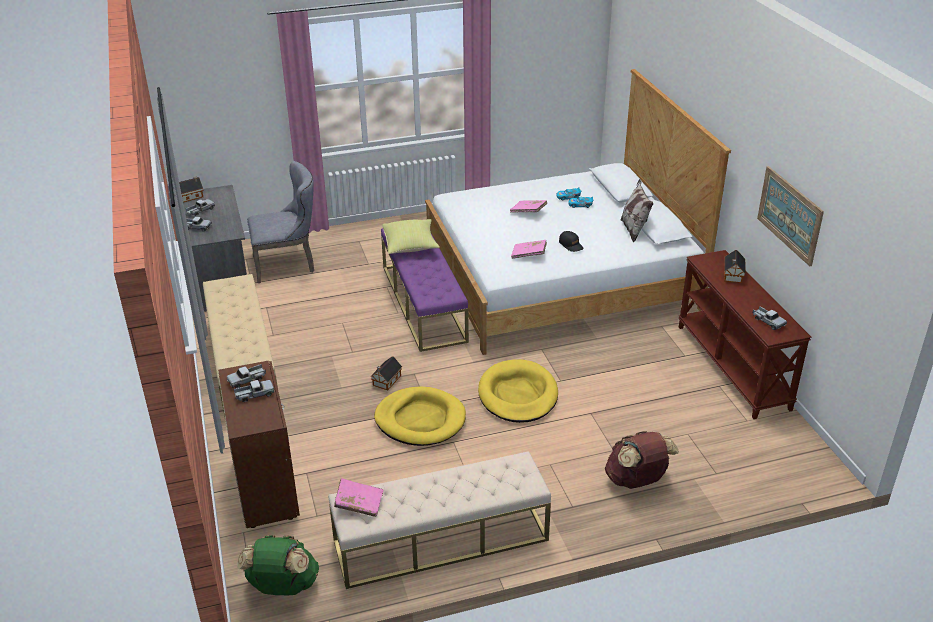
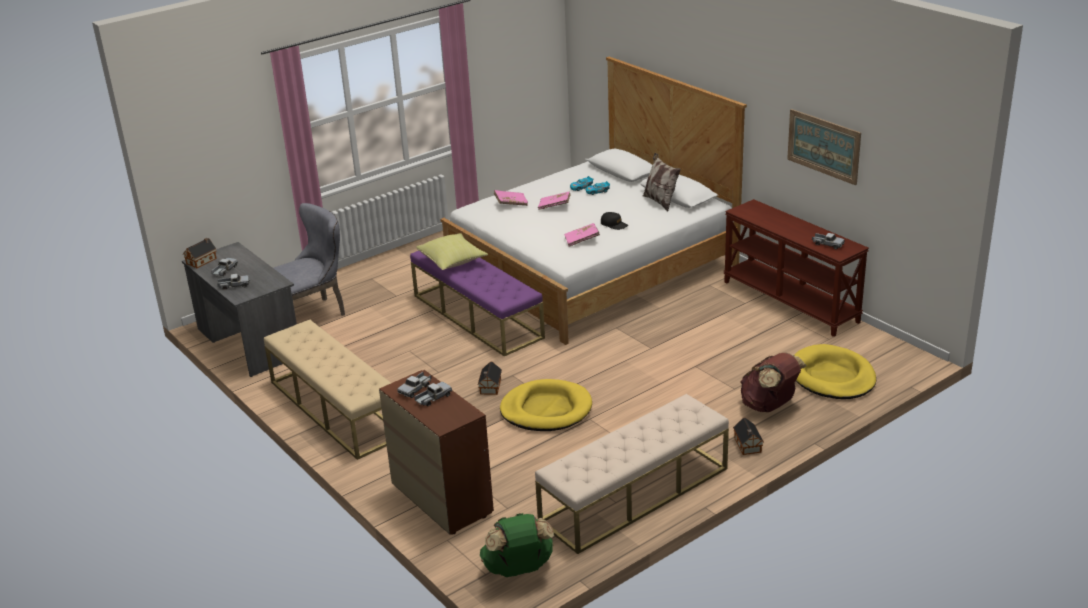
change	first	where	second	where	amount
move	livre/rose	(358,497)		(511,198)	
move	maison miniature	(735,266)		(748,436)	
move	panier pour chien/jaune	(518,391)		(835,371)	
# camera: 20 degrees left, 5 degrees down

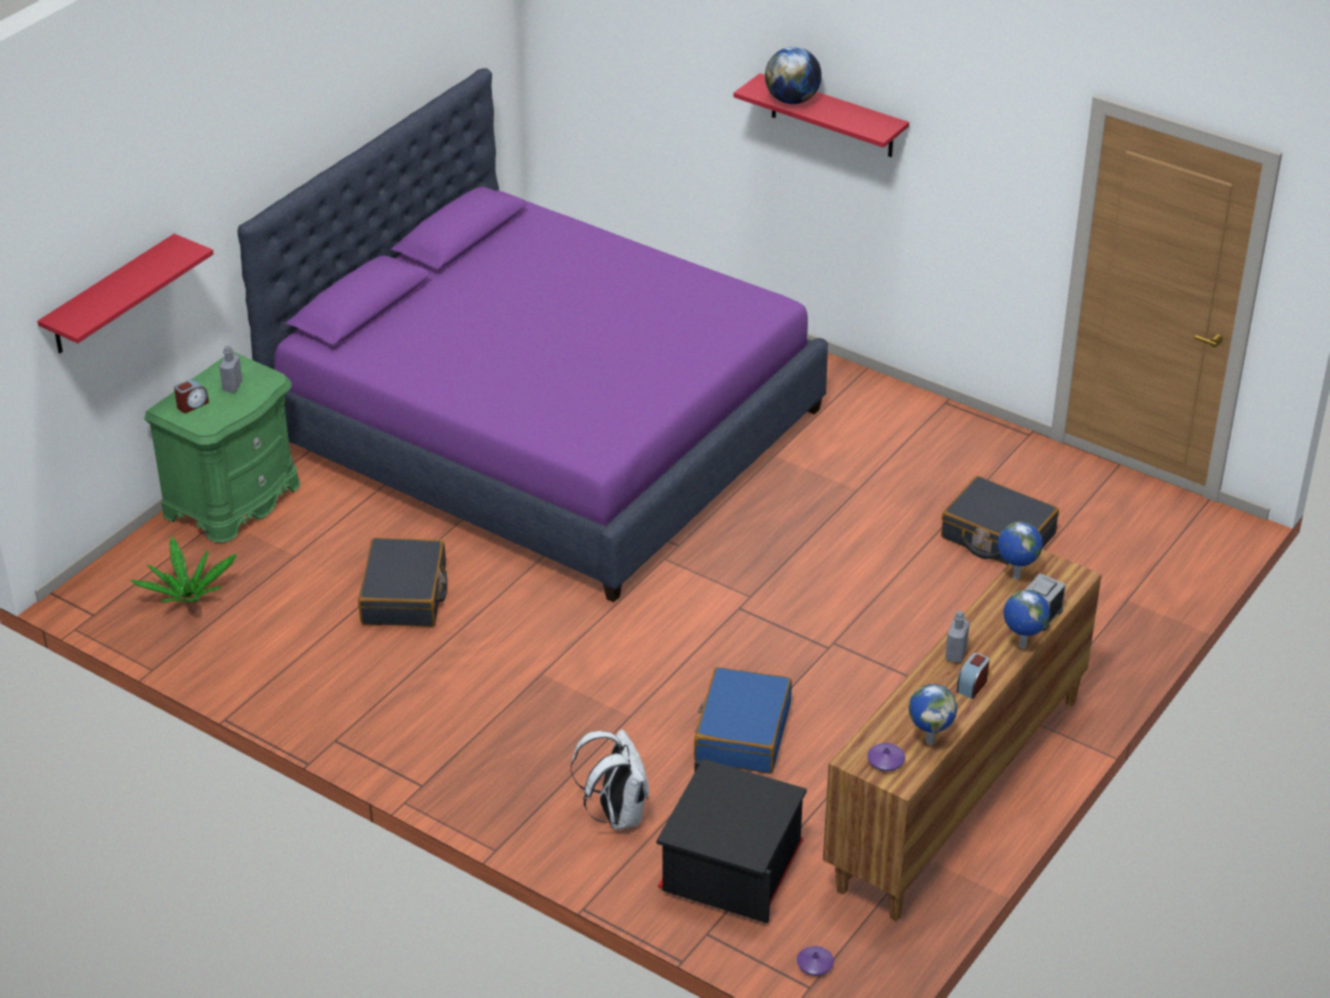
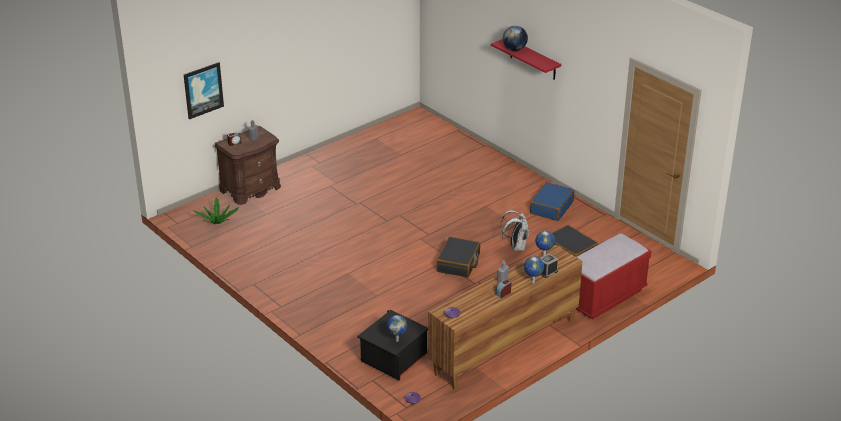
change	first	where	second	where	amount
replace	étagère/rouge	(125,293)	tableau	(204,90)	
recolor	table de chevet/vert	(222,447)	table de chevet/marron	(247,165)	
move	globe	(933,714)		(397,328)	
move	valise/noir	(402,582)		(458,257)	
move	sac à dos/blanc	(610,779)		(514,230)	
move	valise/bleu	(743,720)		(552,201)	
insert			banc/rouge	(613,276)	
delete	lit/violet	(532,335)			
# camera: 15 degrees right, 5 degrees down

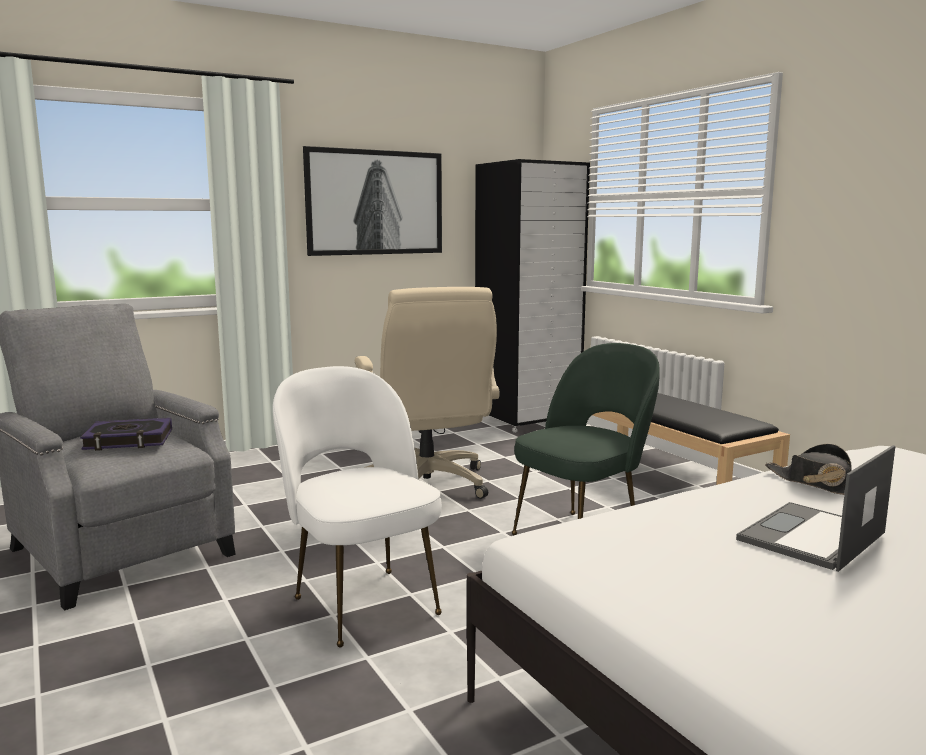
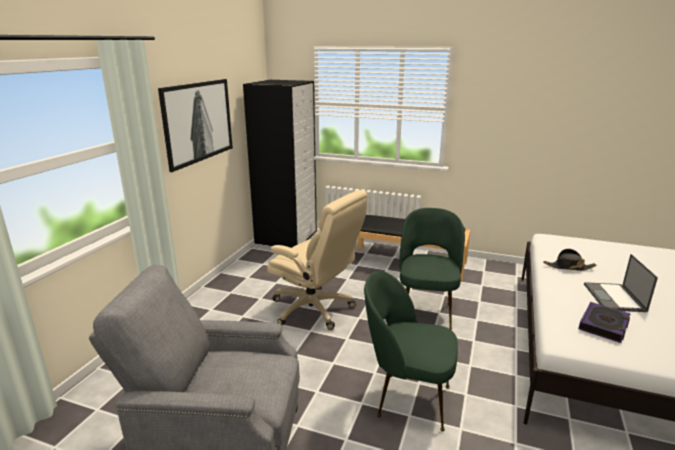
change	first	where	second	where	amount
recolor	chaise/blanc	(357,506)	chaise/vert	(411,351)	
move	livre	(126,434)		(604,322)	
# camera: 40 degrees left, 10 degrees up

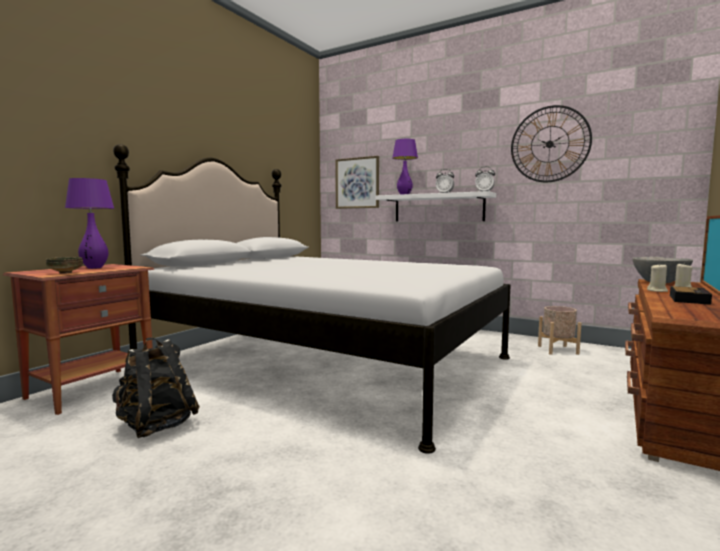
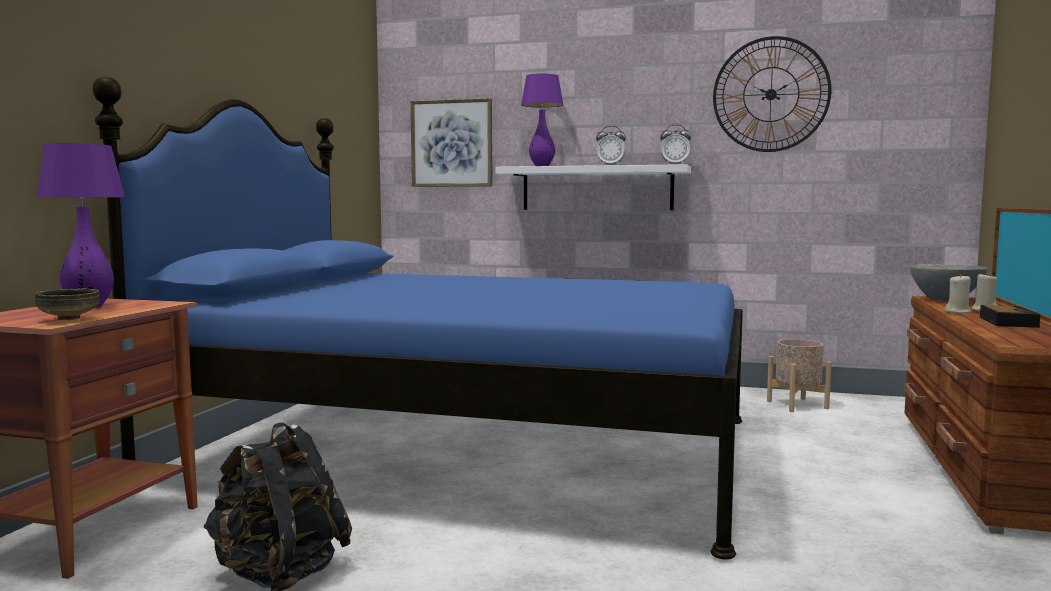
change	first	where	second	where	amount
recolor	lit/blanc	(312,299)	lit/bleu	(418,318)	
# camera: 15 degrees left, 0 degrees up

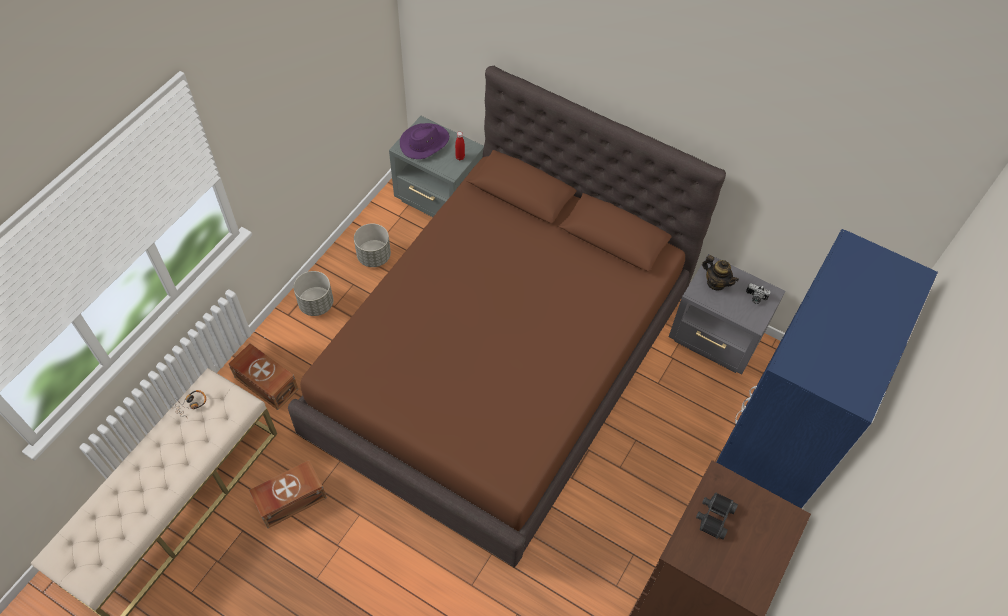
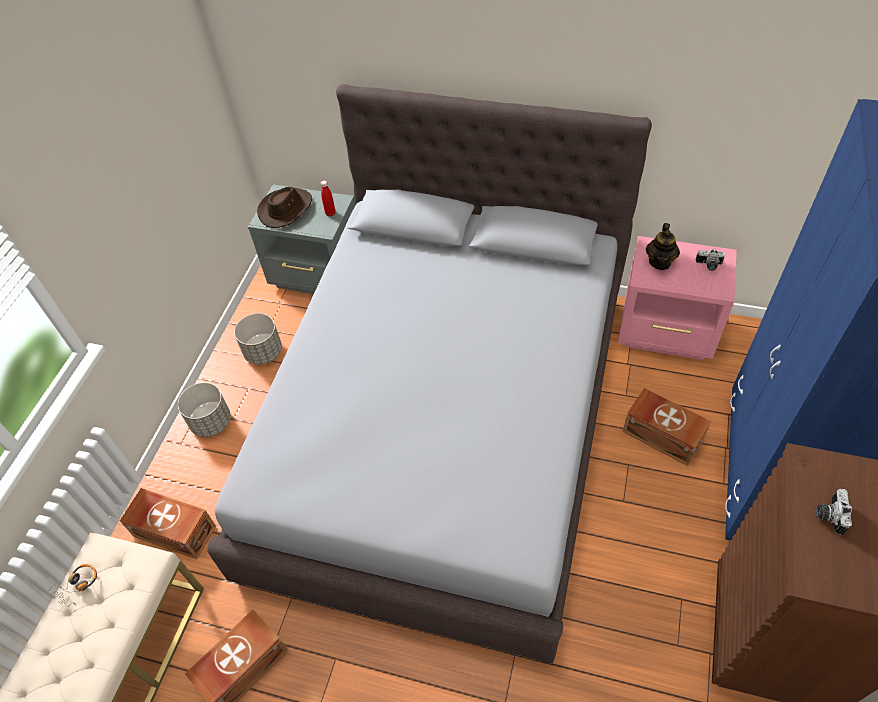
change	first	where	second	where	amount
recolor	lit/marron	(507,317)	lit/gris	(429,373)	
recolor	chapeau/violet	(424,141)	chapeau/marron	(284,207)	
recolor	table de chevet/gris	(727,314)	table de chevet/rose	(677,298)	
insert			boîte de rangement/marron	(667,427)	
rotate	théière	(720,272)		(663,246)	75 degrees clockwise
replace	jumelles/noir	(717,516)	appareil photo	(834,512)	
# camera: 10 degrees left, 5 degrees down

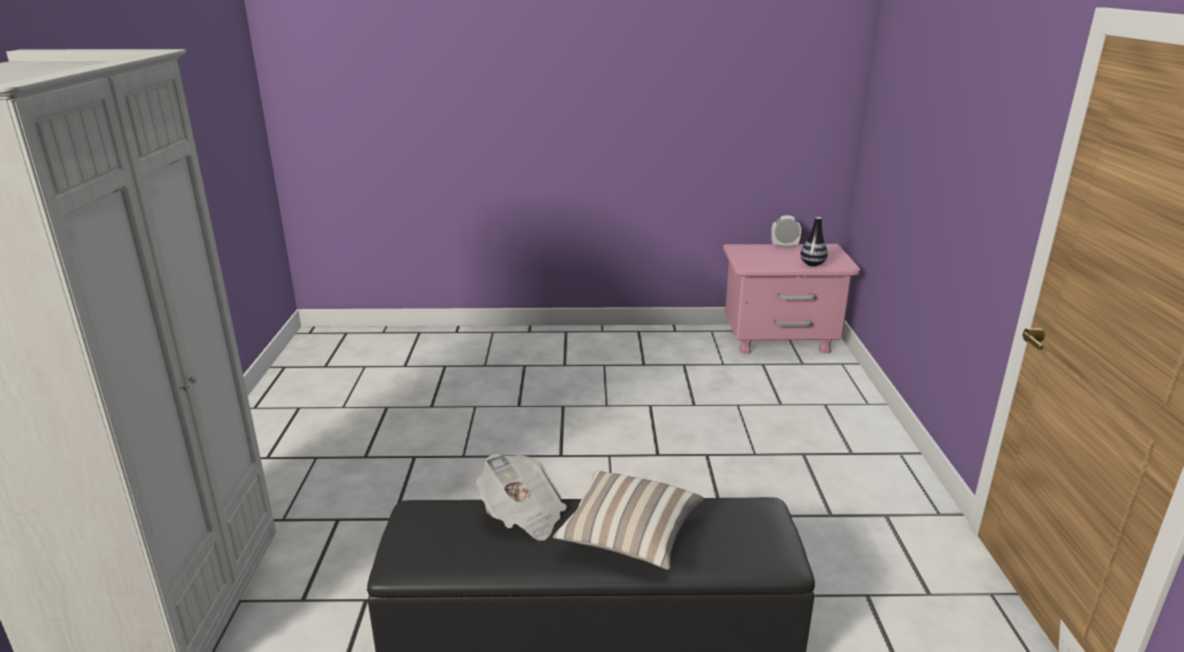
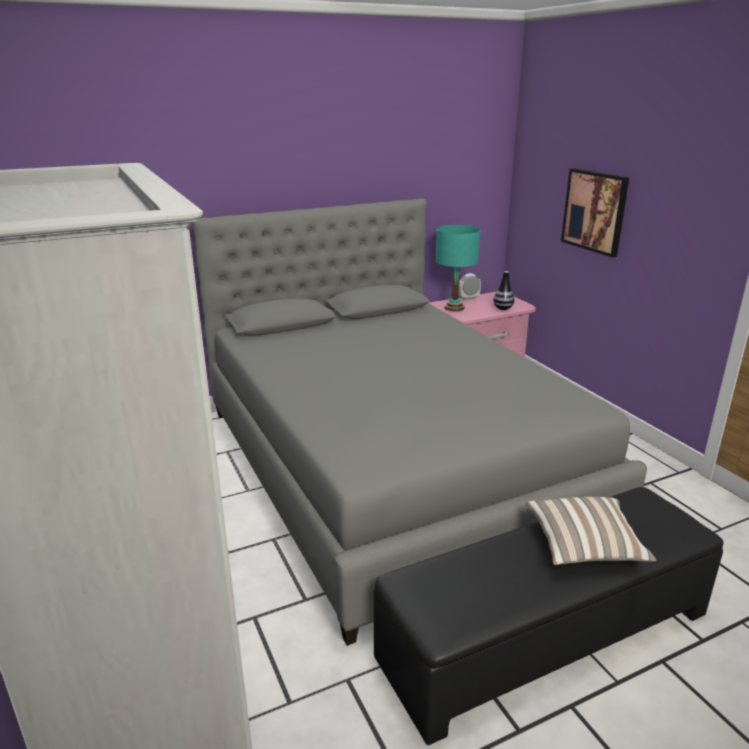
change	first	where	second	where	amount
insert			lit/gris	(419,422)	
insert			lampe de table/turquoise	(458,268)	
insert			tableau	(595,213)	
delete	journal	(521,497)			
# camera: 25 degrees left, 0 degrees up

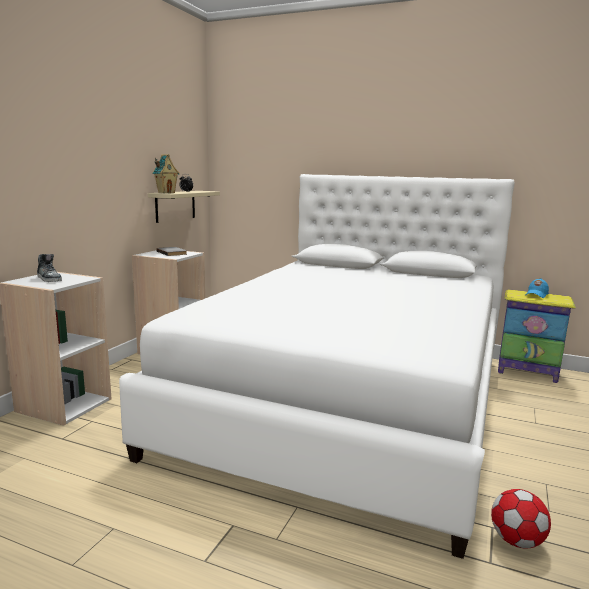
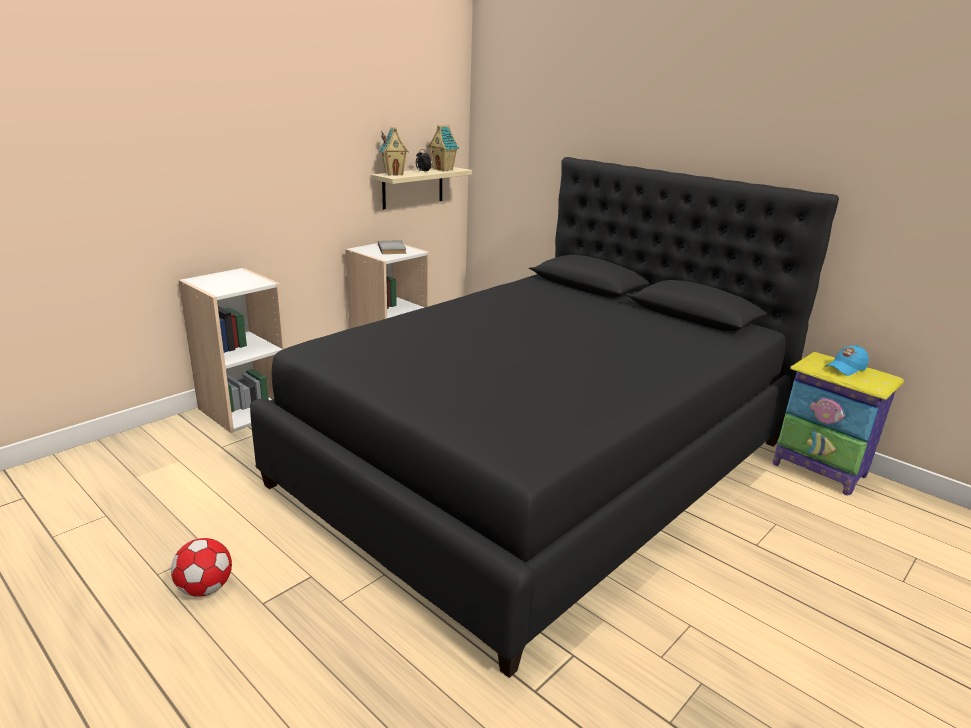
change	first	where	second	where	amount
move	ballon de foot	(521,519)		(201,567)	
recolor	lit/blanc	(317,366)	lit/noir	(544,417)	
insert			maison miniature	(443,148)	
delete	chaussure	(49,268)			
# camera: 20 degrees right, 10 degrees up

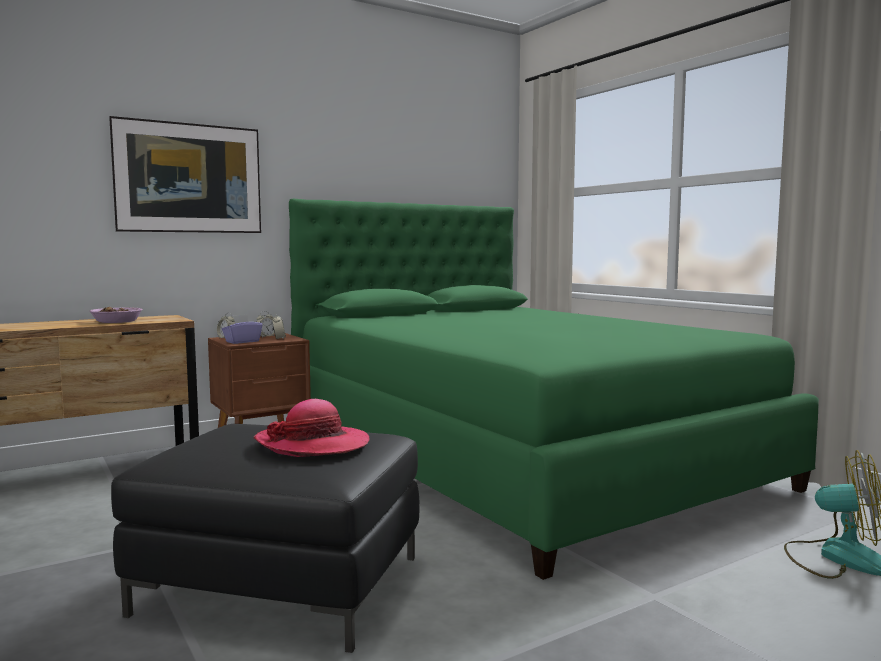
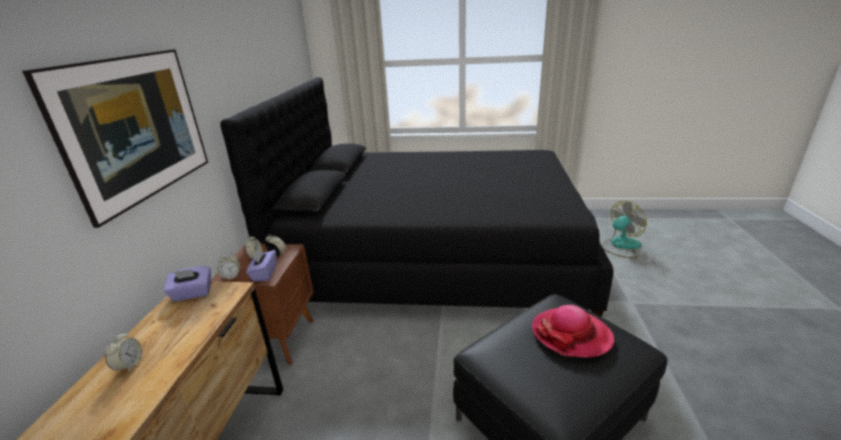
change	first	where	second	where	amount
insert			réveil	(123,352)	
insert			boîte à mouchoirs/violet	(187,283)	
recolor	lit/vert	(554,389)	lit/noir	(417,197)	
delete	bol	(116,315)			
# camera: 50 degrees left, 20 degrees up

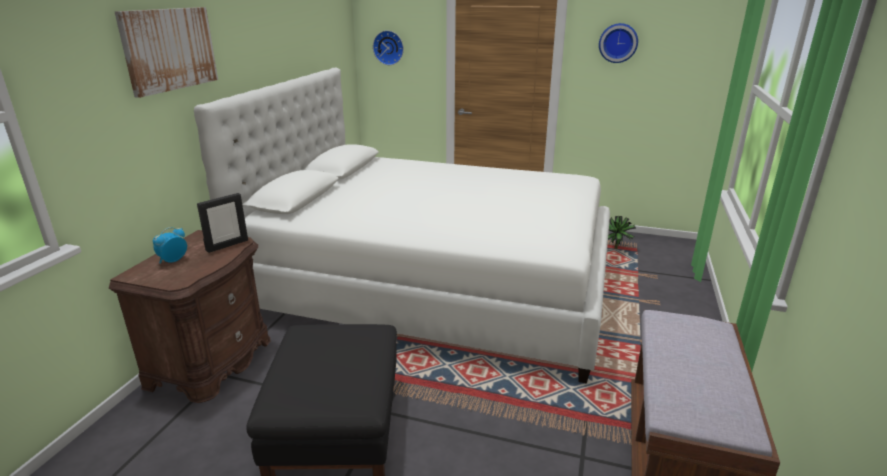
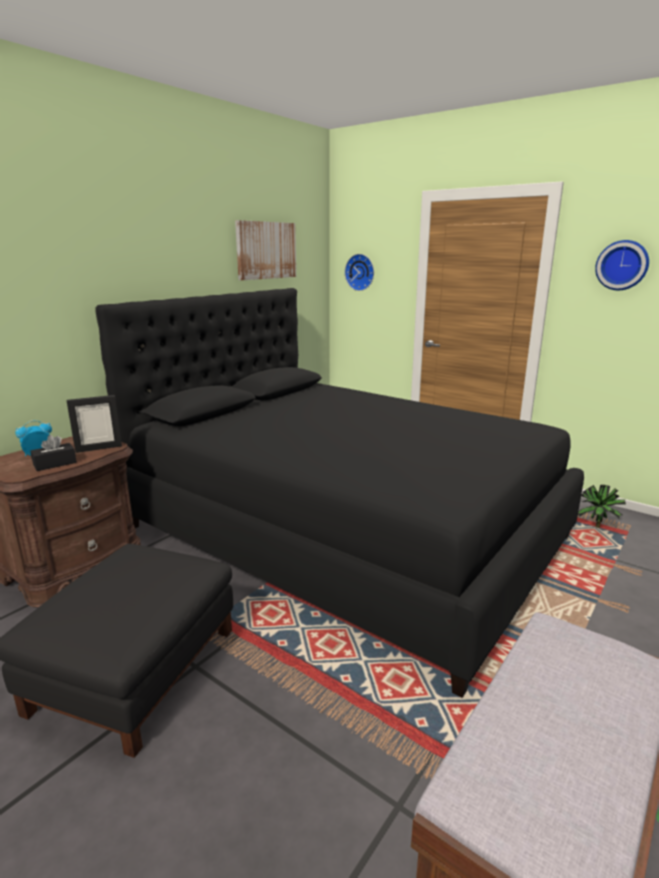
change	first	where	second	where	amount
insert			boîte à mouchoirs/noir	(53,453)	
recolor	lit/blanc	(402,225)	lit/noir	(339,493)	
move	tableau	(166,52)		(265,250)	
# camera: 20 degrees right, 5 degrees down

